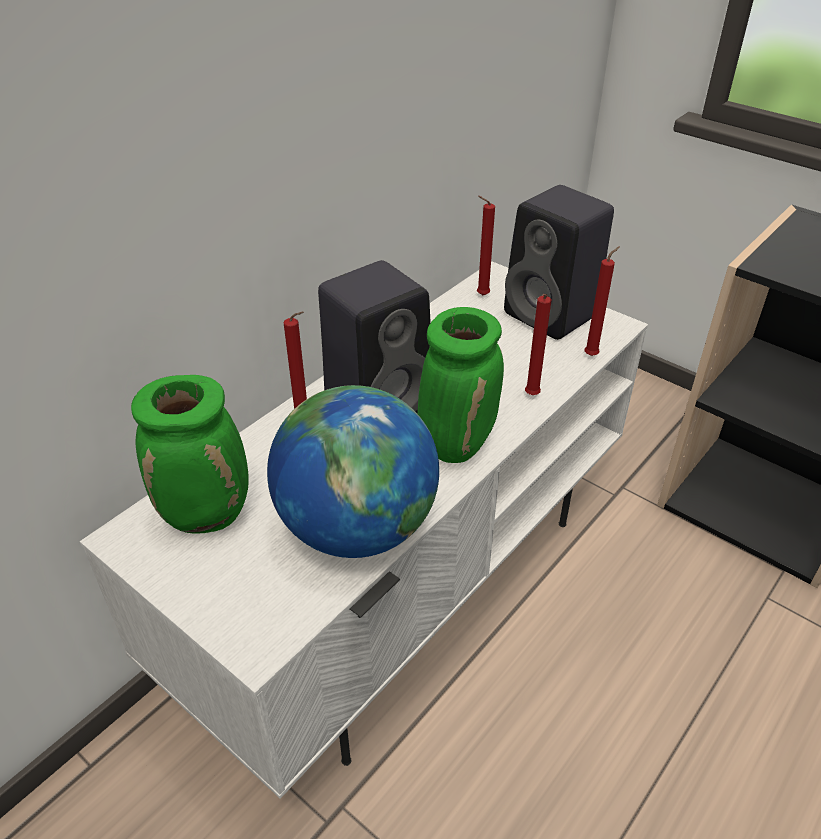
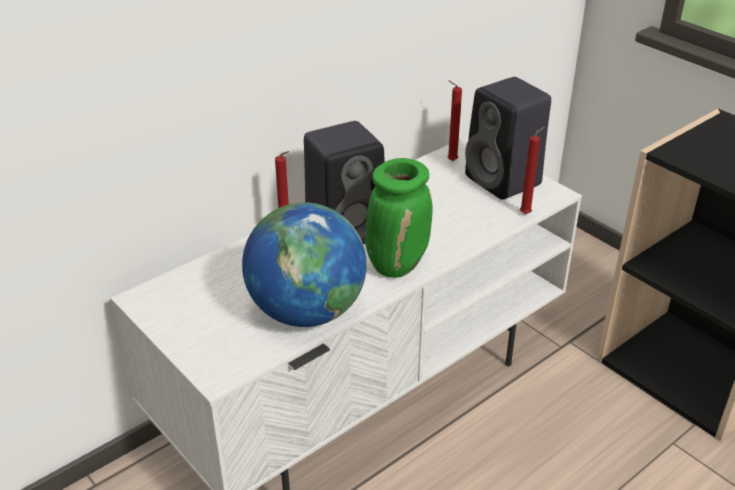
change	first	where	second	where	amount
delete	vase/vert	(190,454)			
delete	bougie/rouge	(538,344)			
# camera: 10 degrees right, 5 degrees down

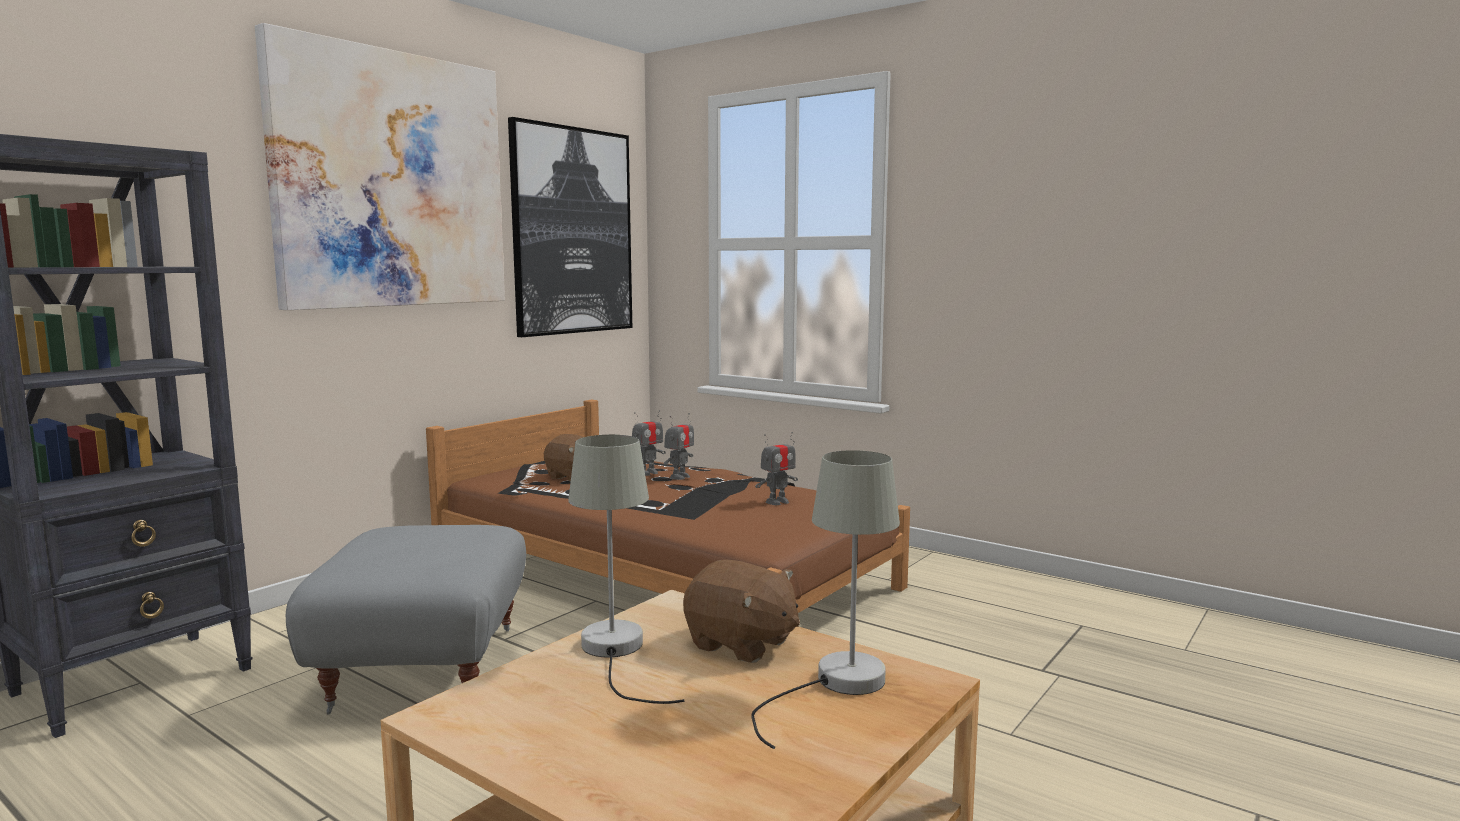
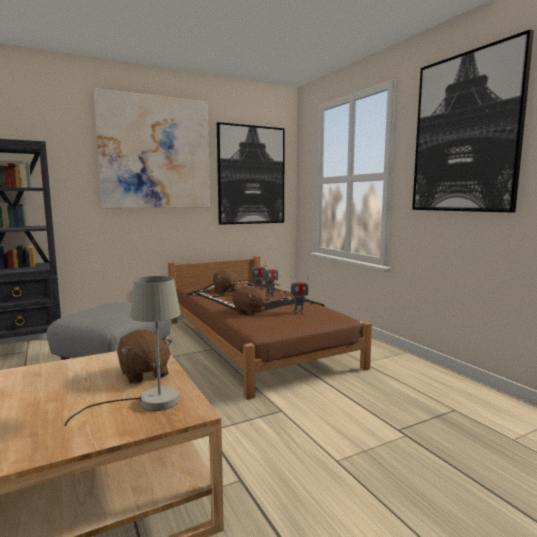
change	first	where	second	where	amount
insert			peluche/marron	(250,300)	
insert			tableau	(473,120)	
delete	lampe de table/gris	(626,569)			
# camera: 25 degrees right, 0 degrees up

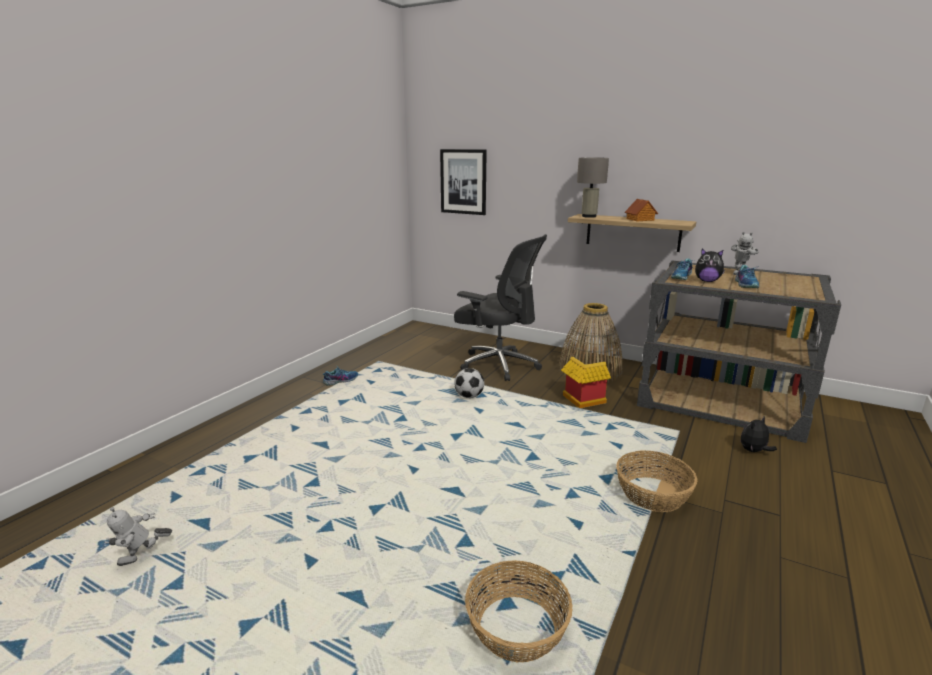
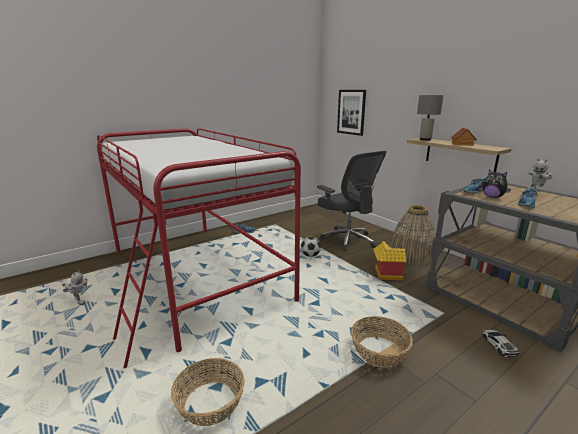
change	first	where	second	where	amount
rotate	robot jouet	(138,536)		(74,287)	150 degrees counterclockwise
insert			lit/rouge	(199,248)	
replace	peluche	(759,434)	petite voiture	(501,343)	
# camera: 25 degrees right, 0 degrees up

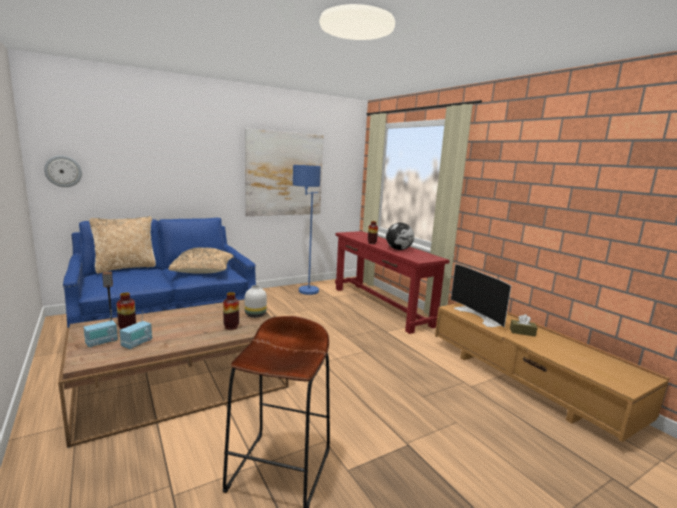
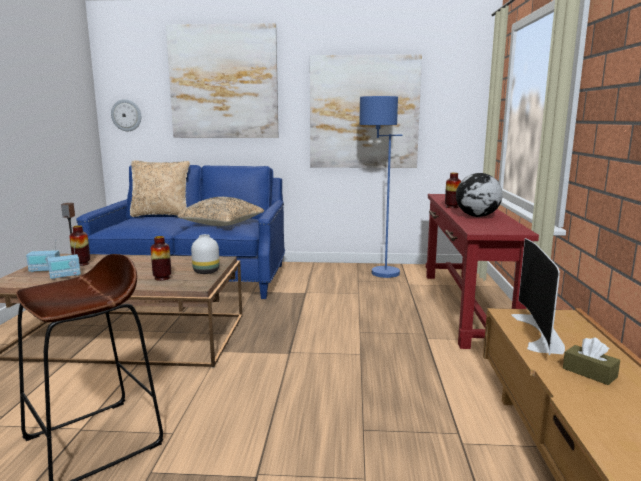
change	first	where	second	where	amount
insert			tableau	(222,80)	
# camera: 35 degrees right, 0 degrees up

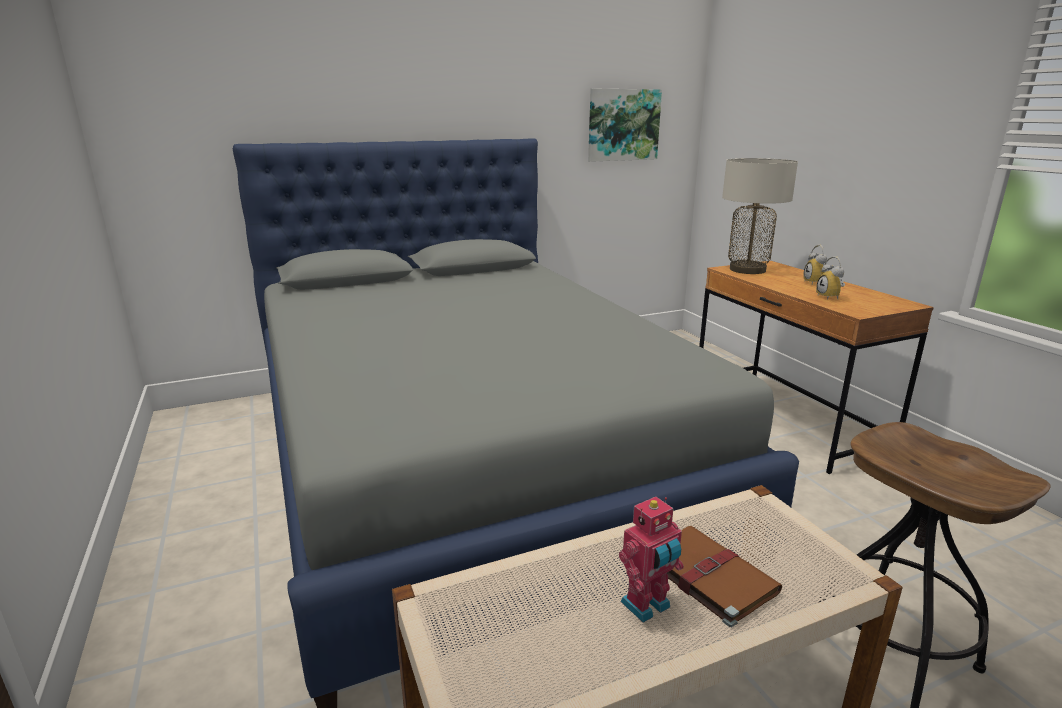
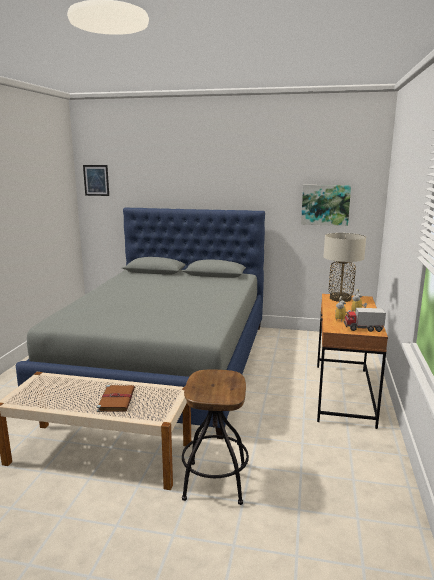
change	first	where	second	where	amount
insert			tableau	(96,180)	
insert			camion jouet	(365,320)	
delete	robot jouet	(651,560)			
# camera: 35 degrees right, 5 degrees down

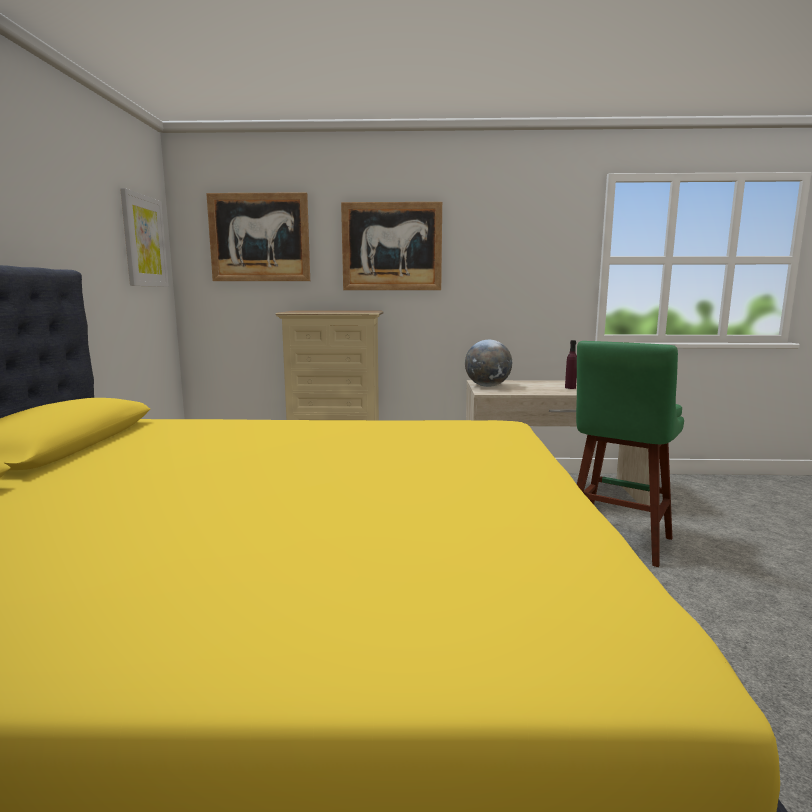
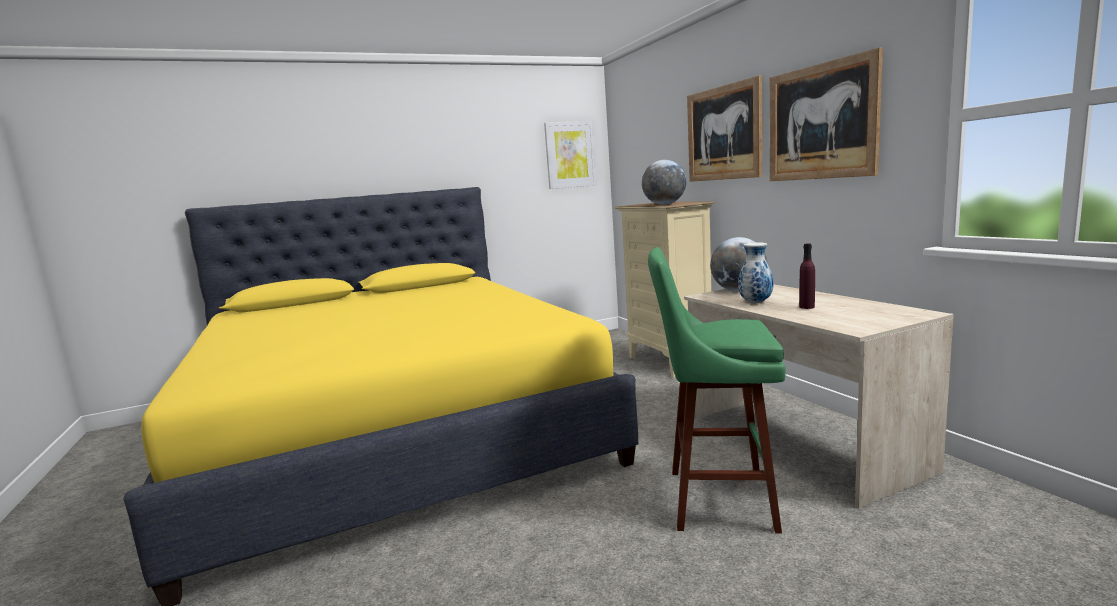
change	first	where	second	where	amount
insert			globe	(664,182)	
insert			vase	(755,272)	
move	tableau	(258,236)		(826,114)	
# camera: 65 degrees right, 0 degrees up

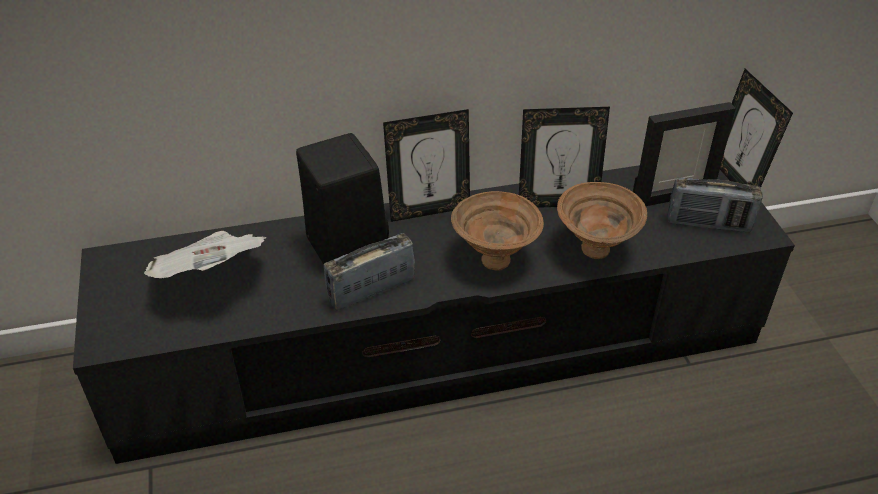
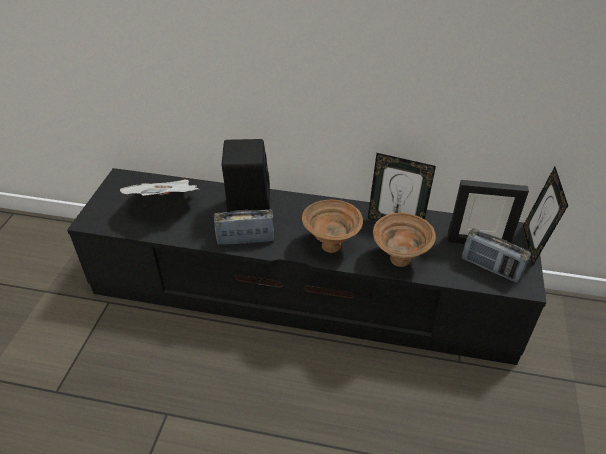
change	first	where	second	where	amount
delete	cadre photo	(426,165)			
# camera: 25 degrees right, 0 degrees up

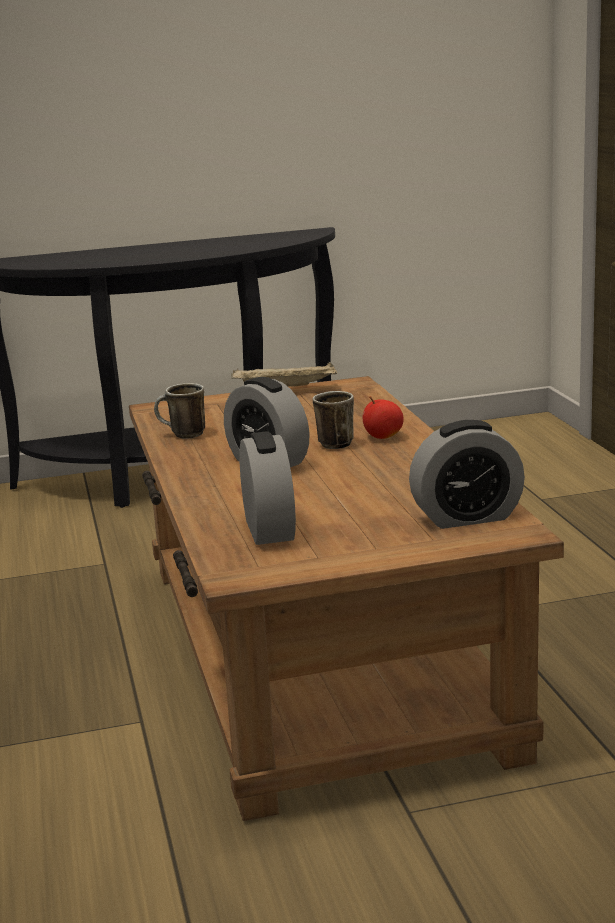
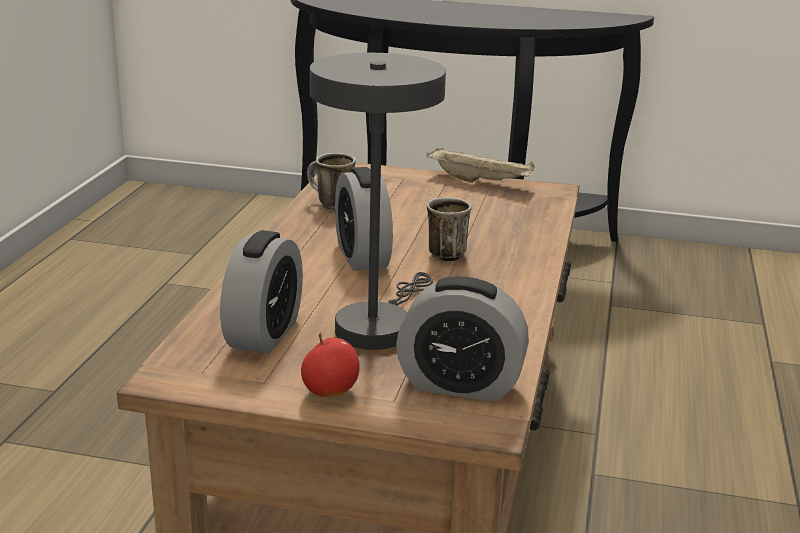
change	first	where	second	where	amount
move	pomme	(383,417)		(330,364)	
insert			lampe de table/gris	(377,201)	
# camera: 25 degrees right, 5 degrees up

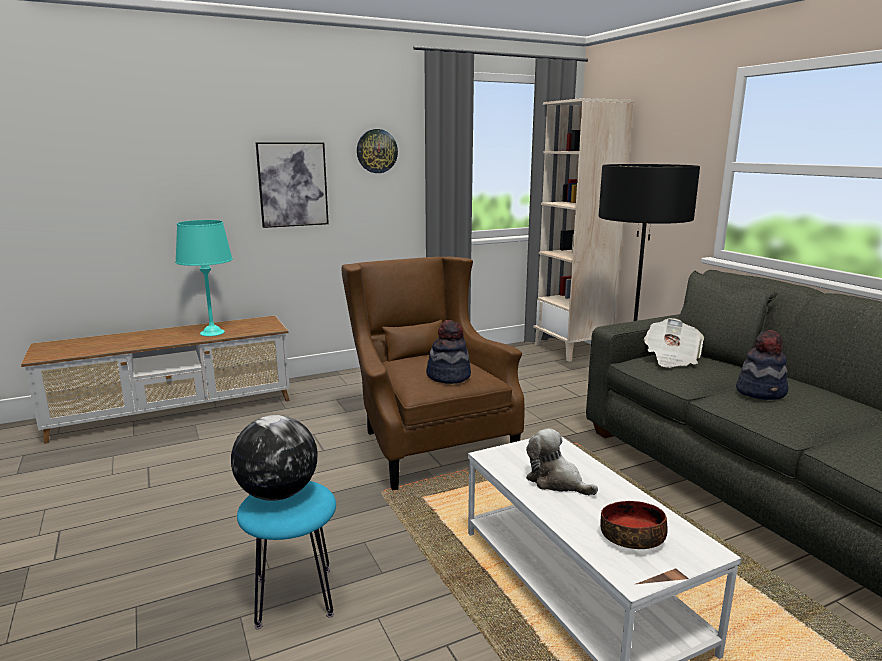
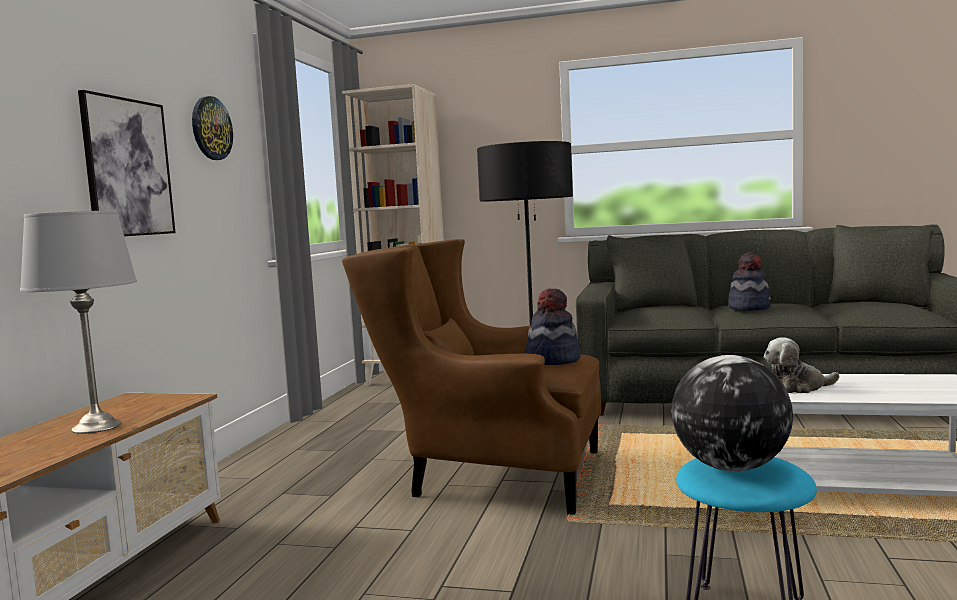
change	first	where	second	where	amount
recolor	lampe de table/turquoise	(204,278)	lampe de table/gris	(78,322)	
delete	bol	(634,525)			
delete	journal	(674,343)			
# camera: 50 degrees left, 10 degrees down

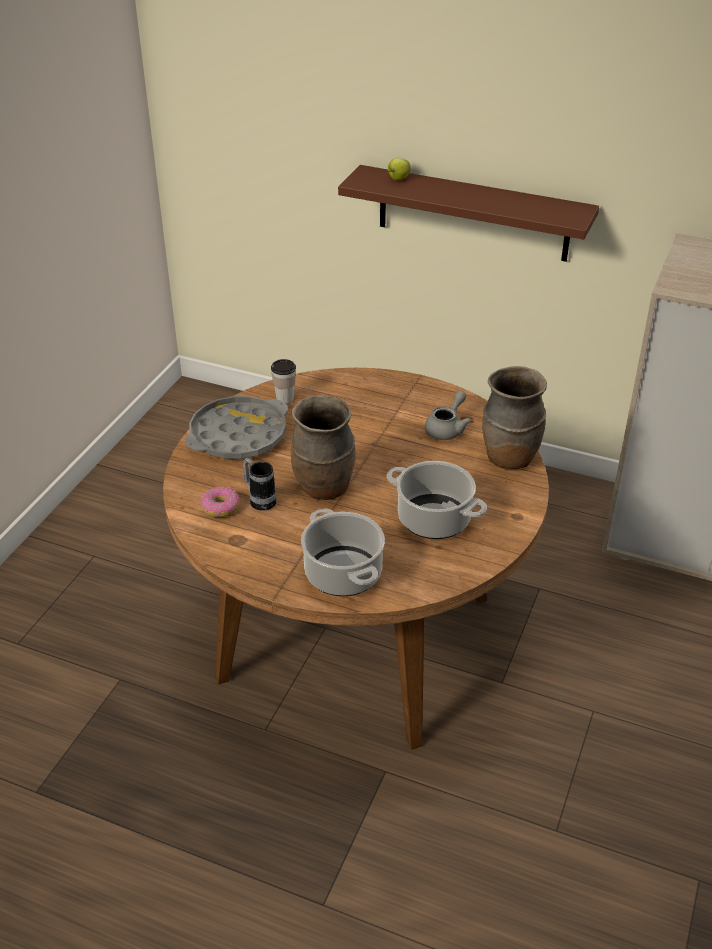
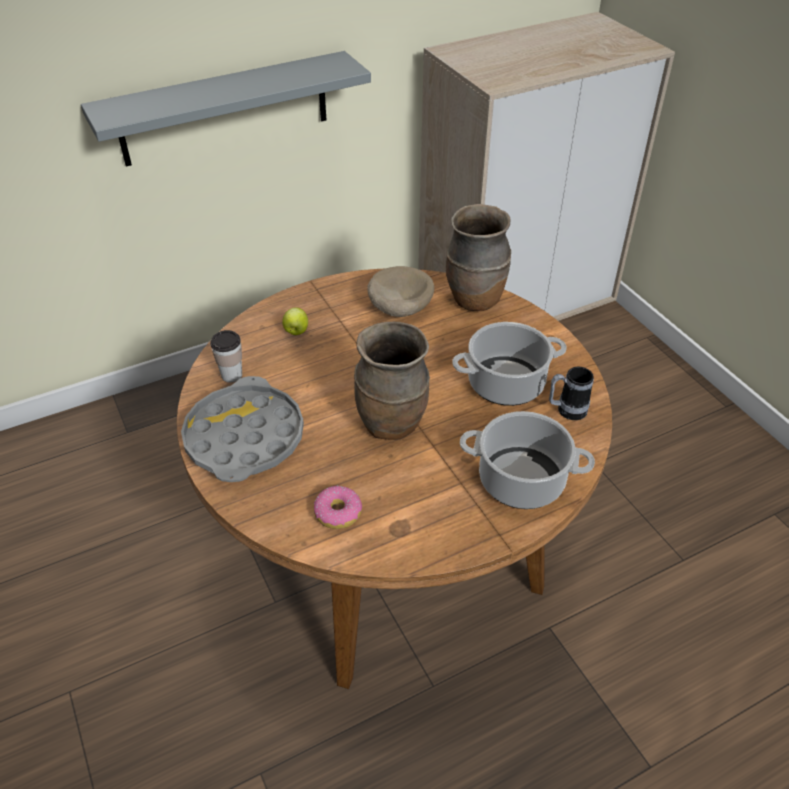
change	first	where	second	where	amount
recolor	étagère/marron	(468,213)	étagère/gris	(226,109)	
move	pomme	(399,169)		(295,321)	
replace	théière/gris	(448,415)	bol/beige	(400,291)	
move	mug	(260,484)		(571,393)	
# camera: 50 degrees left, 5 degrees up

